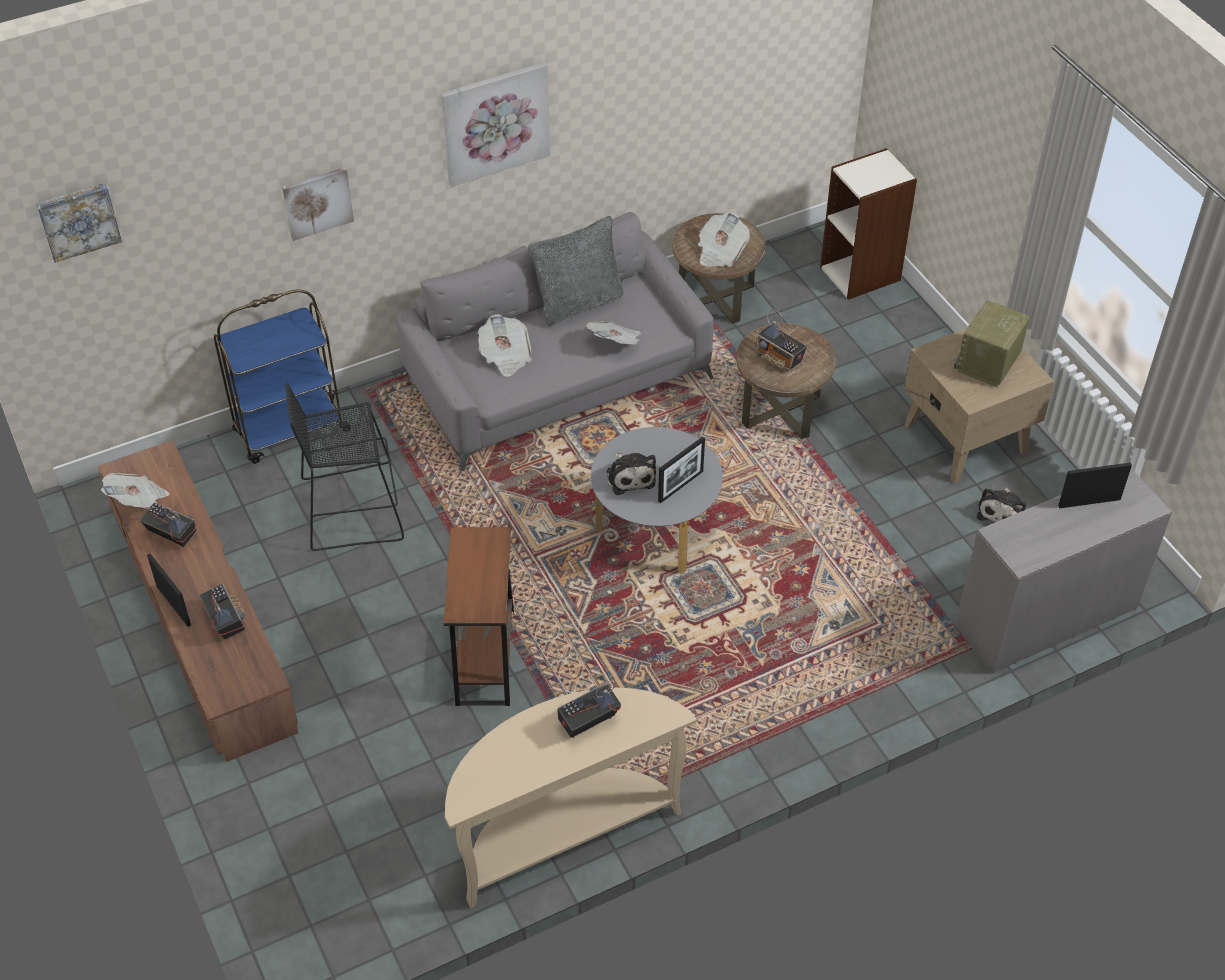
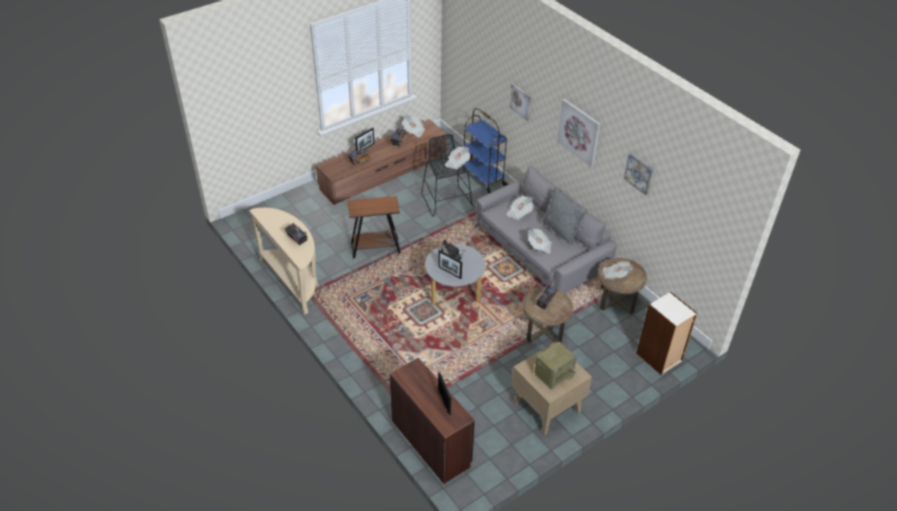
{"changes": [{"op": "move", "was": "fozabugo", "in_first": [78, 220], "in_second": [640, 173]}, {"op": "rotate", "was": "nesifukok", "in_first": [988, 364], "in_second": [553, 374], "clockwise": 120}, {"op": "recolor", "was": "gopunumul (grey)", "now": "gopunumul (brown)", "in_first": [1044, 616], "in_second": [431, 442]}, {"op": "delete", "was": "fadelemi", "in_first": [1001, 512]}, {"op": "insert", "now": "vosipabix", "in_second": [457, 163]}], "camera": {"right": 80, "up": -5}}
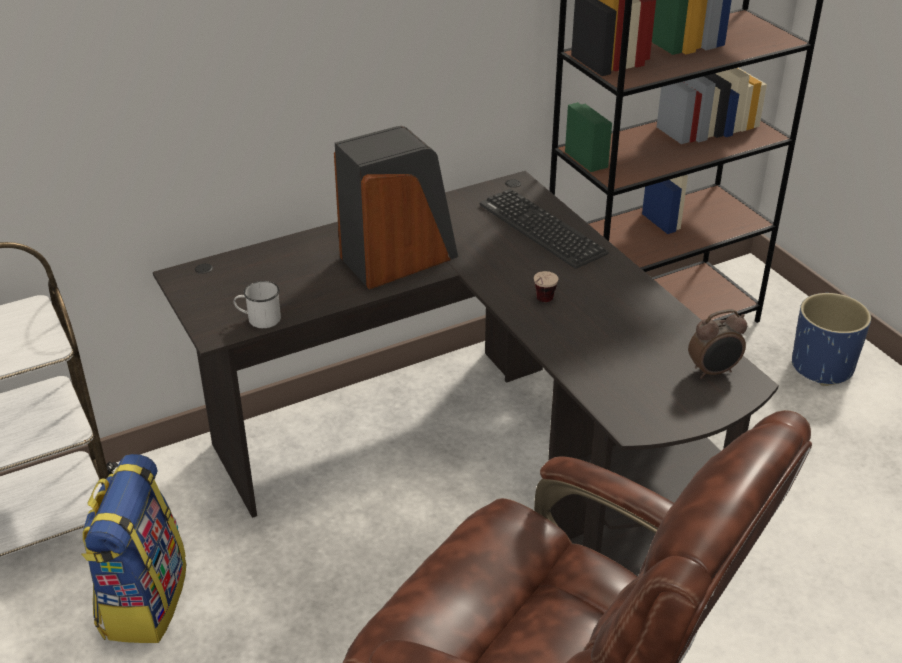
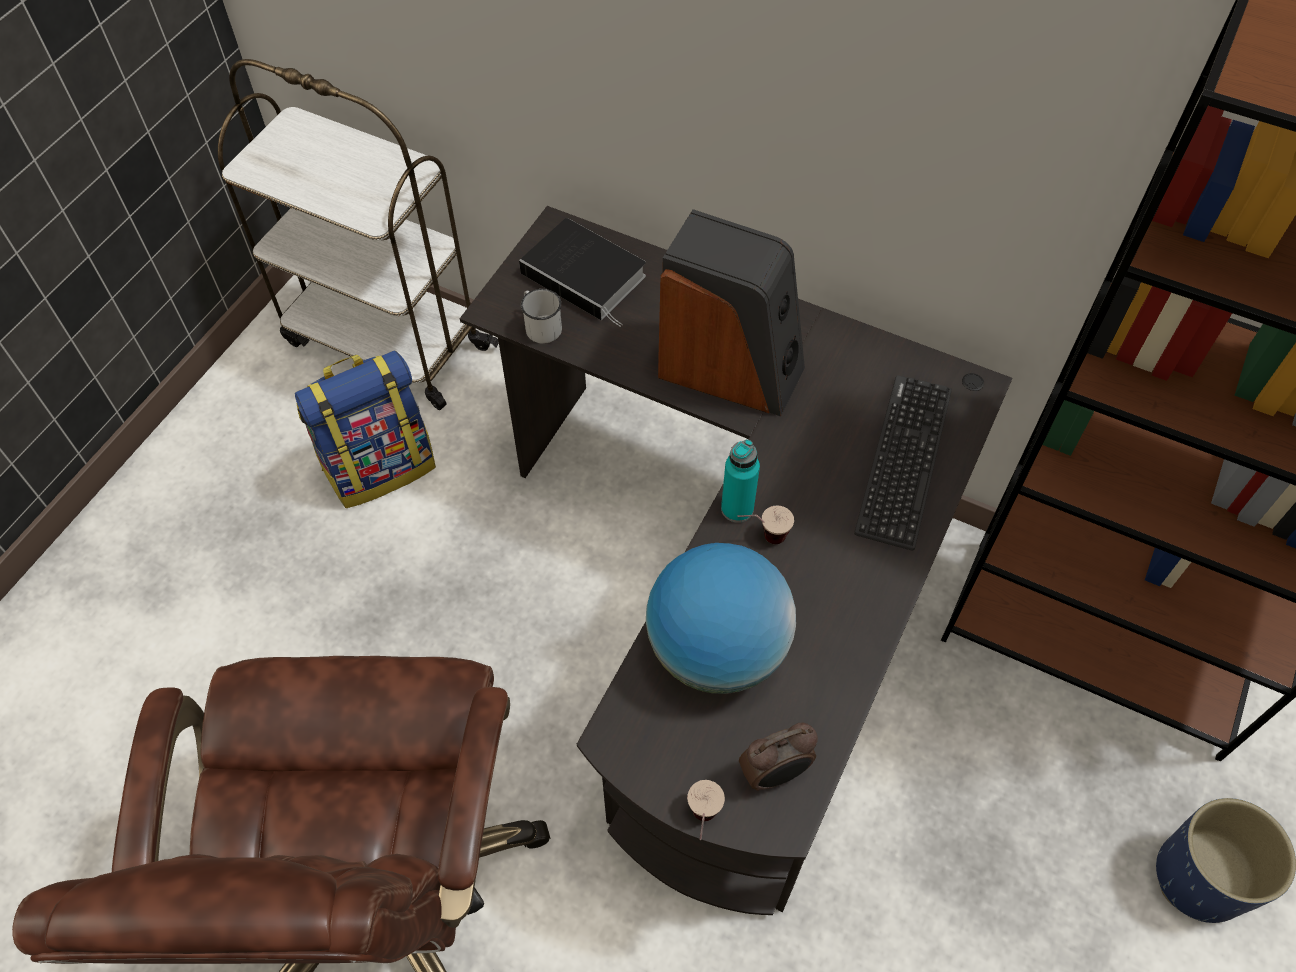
{"changes": [{"op": "rotate", "was": "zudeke", "in_first": [713, 372], "in_second": [775, 774], "clockwise": -60}, {"op": "insert", "now": "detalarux", "in_second": [587, 276]}, {"op": "insert", "now": "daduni", "in_second": [717, 649]}, {"op": "insert", "now": "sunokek", "in_second": [702, 824]}, {"op": "insert", "now": "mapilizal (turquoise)", "in_second": [737, 509]}], "camera": {"right": 55, "up": 20}}
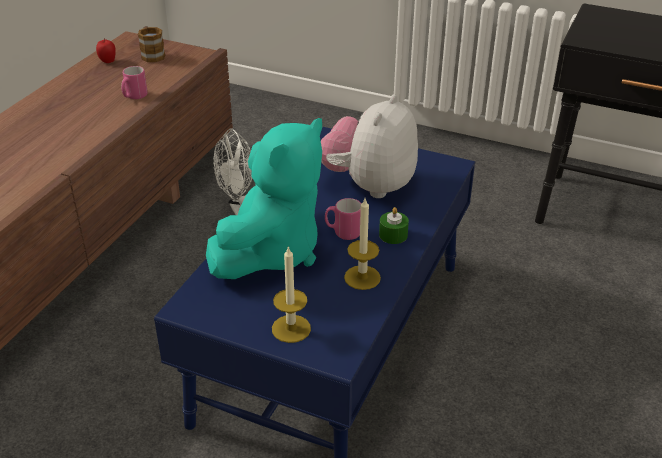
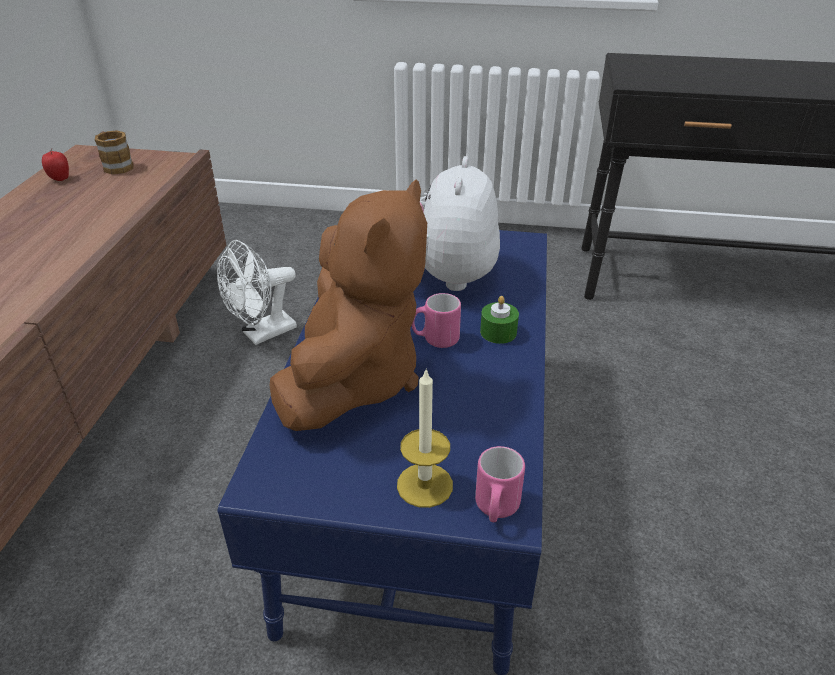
{"changes": [{"op": "move", "was": "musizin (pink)", "in_first": [134, 97], "in_second": [496, 509]}, {"op": "recolor", "was": "fadelemi (turquoise)", "now": "fadelemi (brown)", "in_first": [271, 251], "in_second": [353, 380]}, {"op": "delete", "was": "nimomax", "in_first": [362, 277]}], "camera": {"right": -15, "up": 0}}
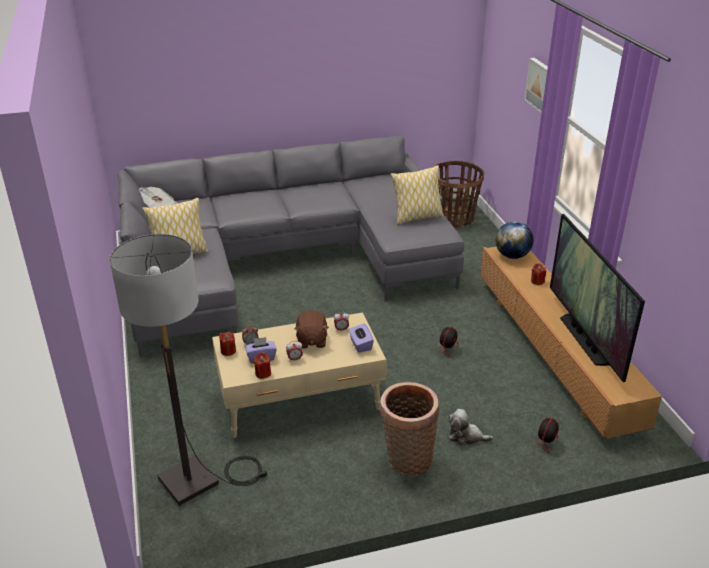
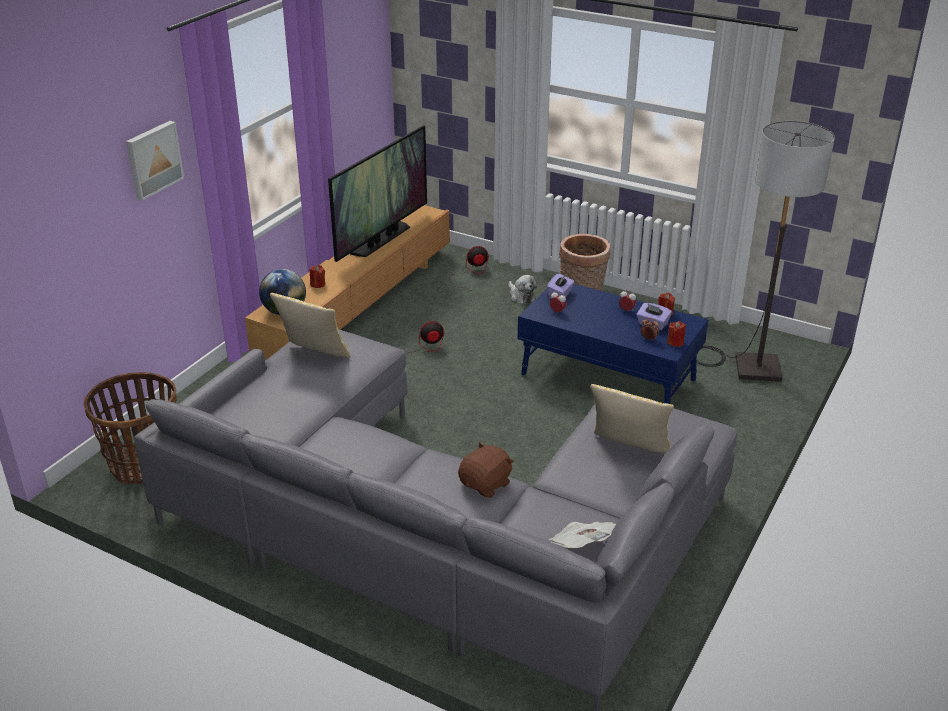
{"changes": [{"op": "recolor", "was": "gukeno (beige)", "now": "gukeno (blue)", "in_first": [301, 399], "in_second": [607, 377]}, {"op": "move", "was": "fadelemi (brown)", "in_first": [311, 340], "in_second": [486, 484]}], "camera": {"right": -135, "up": 0}}
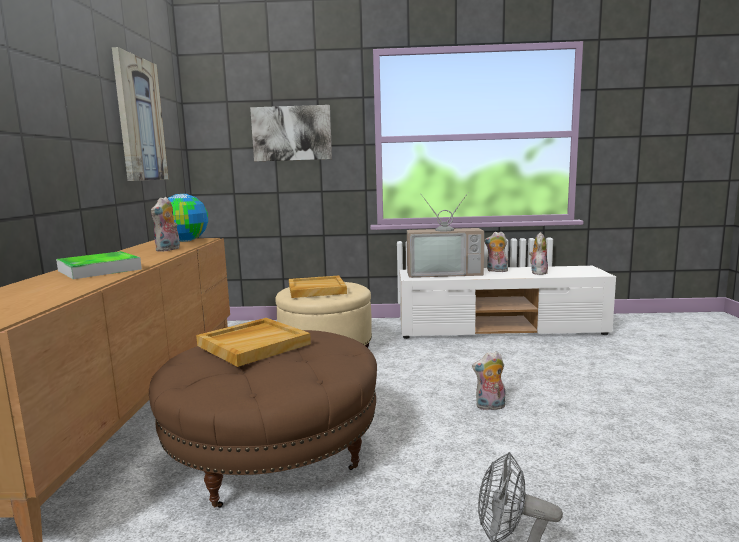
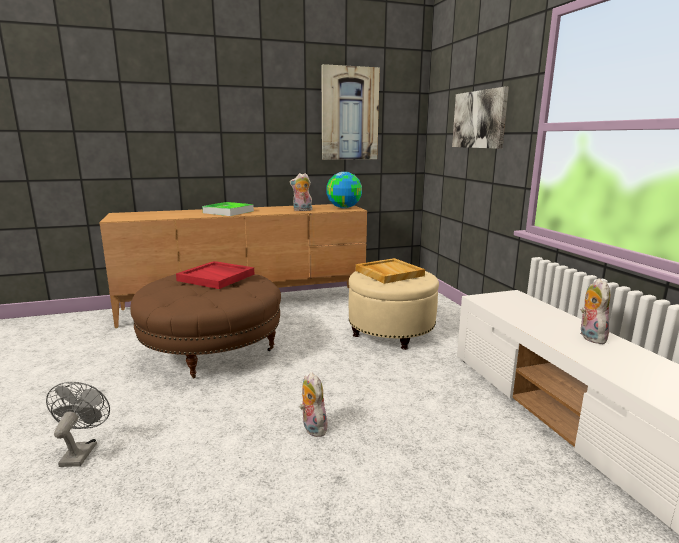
{"changes": [{"op": "recolor", "was": "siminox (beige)", "now": "siminox (red)", "in_first": [254, 344], "in_second": [217, 277]}, {"op": "delete", "was": "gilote", "in_first": [444, 273]}, {"op": "delete", "was": "fadelemi", "in_first": [538, 272]}], "camera": {"right": 70, "up": 5}}
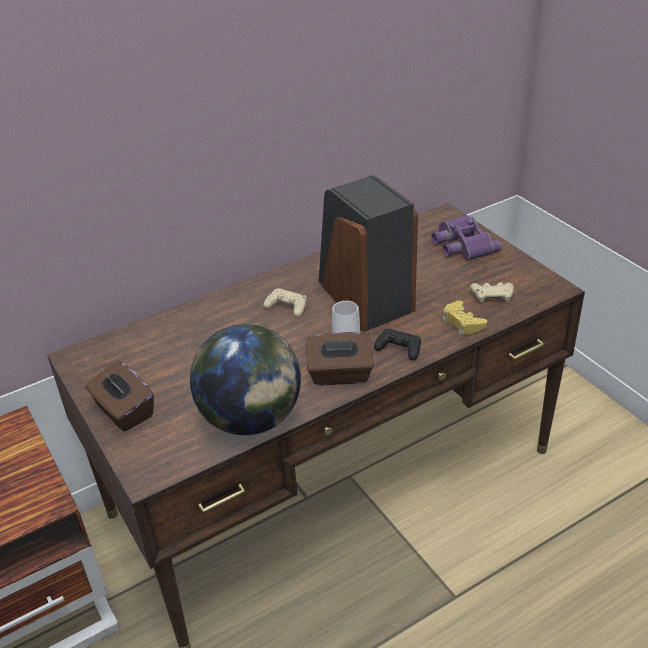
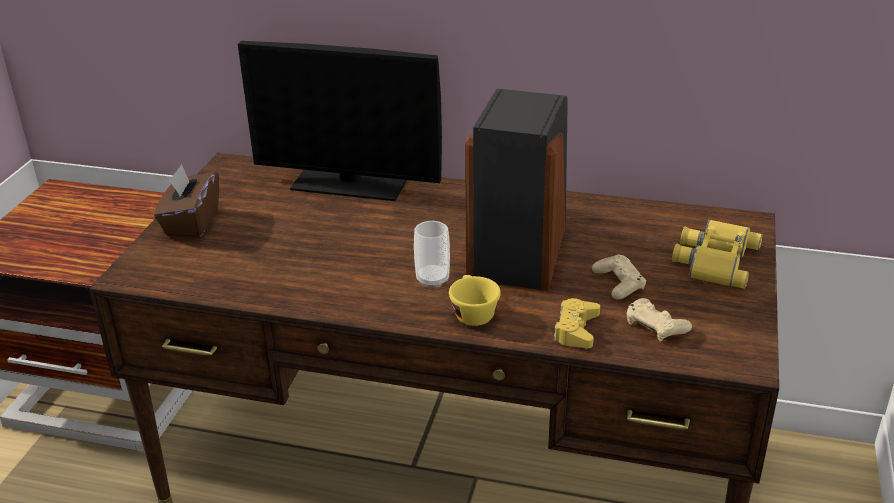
{"changes": [{"op": "delete", "was": "daduni", "in_first": [251, 420]}, {"op": "move", "was": "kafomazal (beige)", "in_first": [287, 307], "in_second": [619, 283]}, {"op": "delete", "was": "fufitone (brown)", "in_first": [340, 375]}, {"op": "replace", "was": "kafomazal (black)", "now": "sunokek (yellow)", "in_first": [399, 348], "in_second": [472, 312]}, {"op": "recolor", "was": "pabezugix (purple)", "now": "pabezugix (yellow)", "in_first": [461, 244], "in_second": [714, 259]}, {"op": "insert", "now": "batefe", "in_second": [349, 183]}], "camera": {"right": 45, "up": -5}}
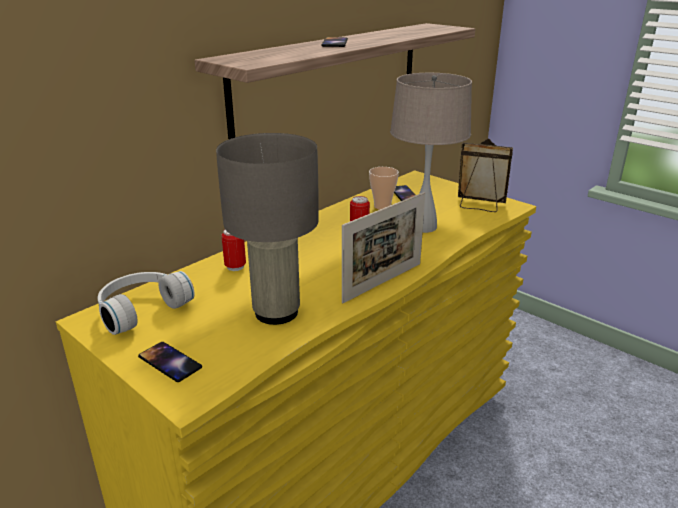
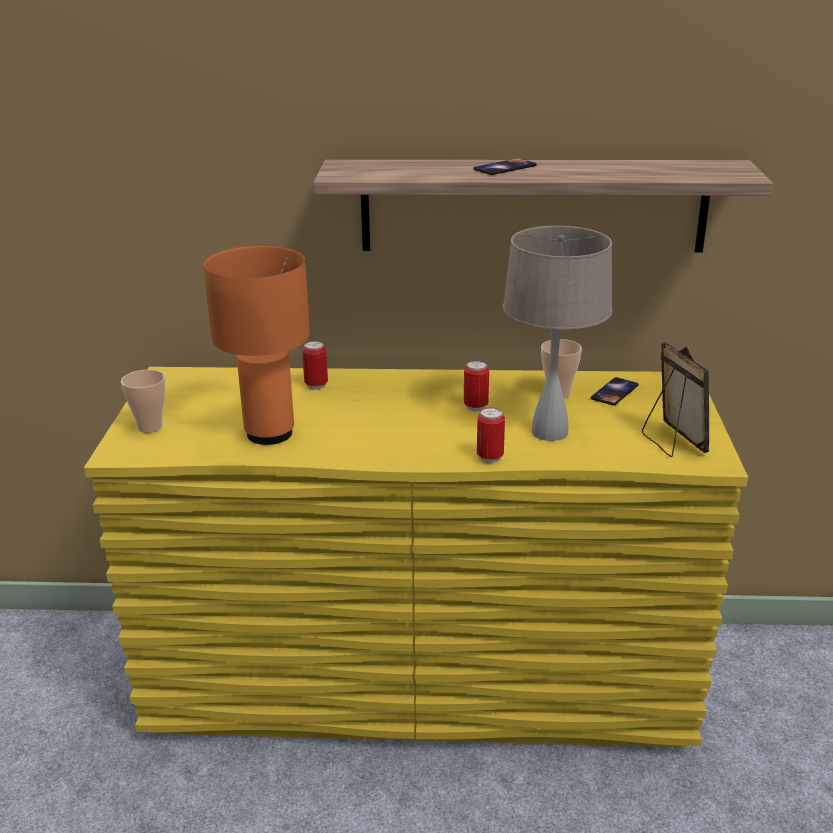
{"changes": [{"op": "delete", "was": "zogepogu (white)", "in_first": [141, 309]}, {"op": "replace", "was": "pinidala", "now": "sunokek", "in_first": [169, 362], "in_second": [150, 427]}, {"op": "recolor", "was": "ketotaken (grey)", "now": "ketotaken (orange)", "in_first": [277, 312], "in_second": [271, 434]}, {"op": "delete", "was": "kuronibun", "in_first": [383, 282]}, {"op": "insert", "now": "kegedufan", "in_second": [490, 457]}], "camera": {"right": 50, "up": 0}}
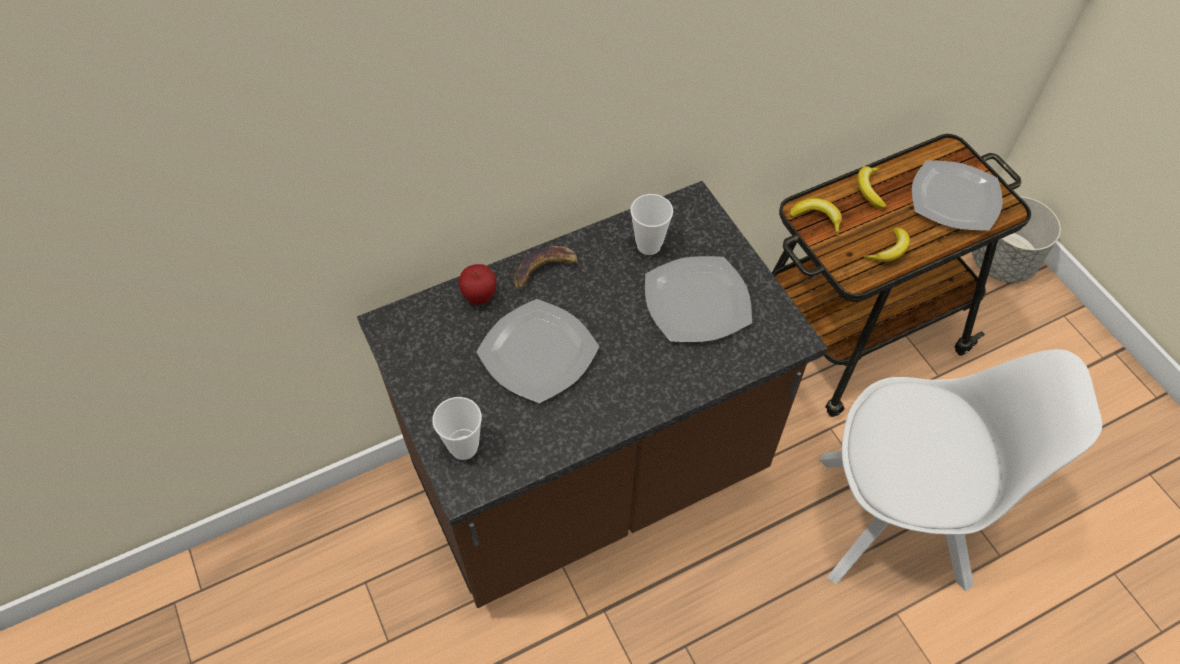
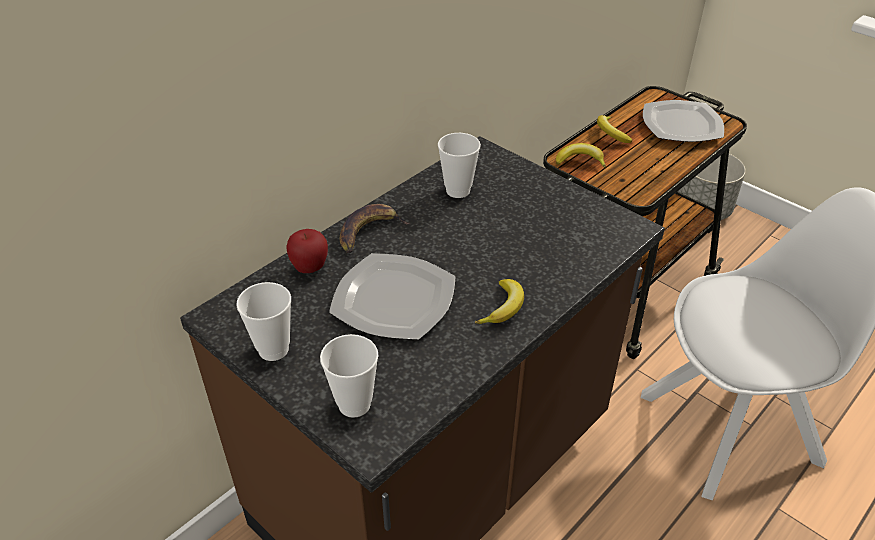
{"changes": [{"op": "delete", "was": "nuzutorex", "in_first": [698, 302]}, {"op": "move", "was": "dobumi", "in_first": [890, 250], "in_second": [503, 308]}, {"op": "insert", "now": "sunokek", "in_second": [273, 349]}], "camera": {"right": -20, "up": -15}}
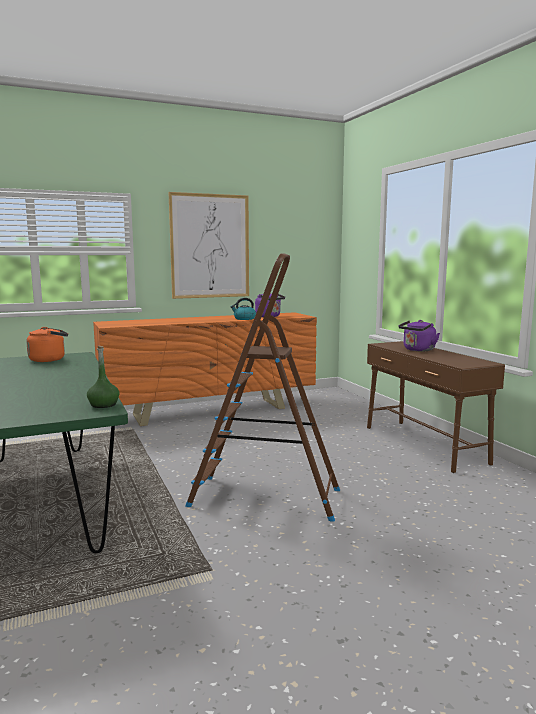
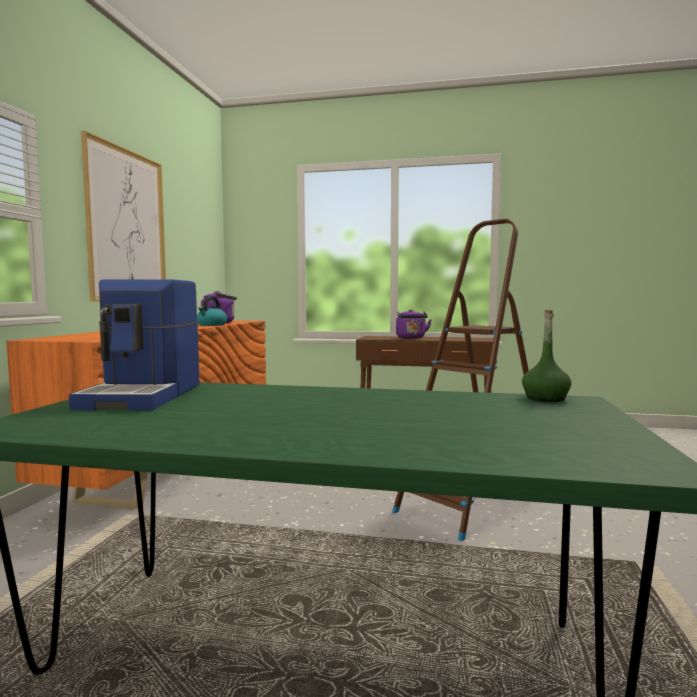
{"changes": [{"op": "replace", "was": "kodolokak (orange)", "now": "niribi", "in_first": [49, 359], "in_second": [145, 396]}], "camera": {"right": -55, "up": -5}}
